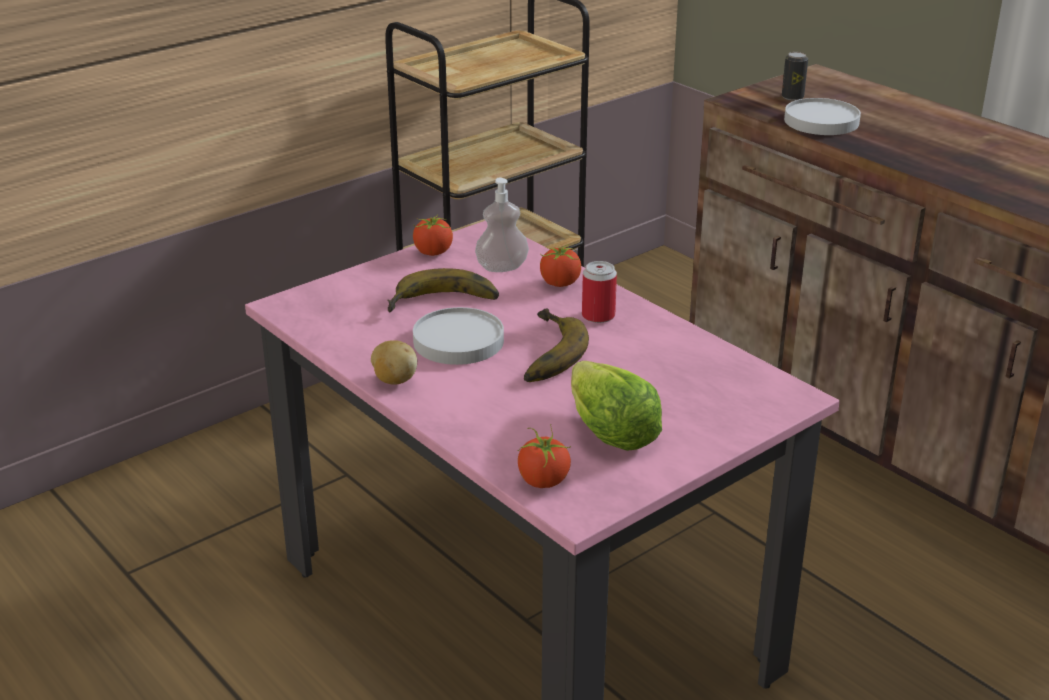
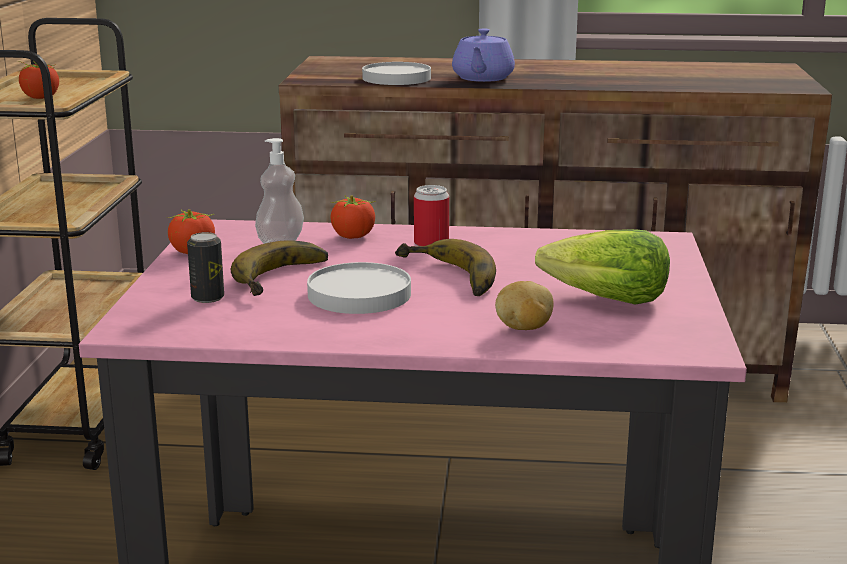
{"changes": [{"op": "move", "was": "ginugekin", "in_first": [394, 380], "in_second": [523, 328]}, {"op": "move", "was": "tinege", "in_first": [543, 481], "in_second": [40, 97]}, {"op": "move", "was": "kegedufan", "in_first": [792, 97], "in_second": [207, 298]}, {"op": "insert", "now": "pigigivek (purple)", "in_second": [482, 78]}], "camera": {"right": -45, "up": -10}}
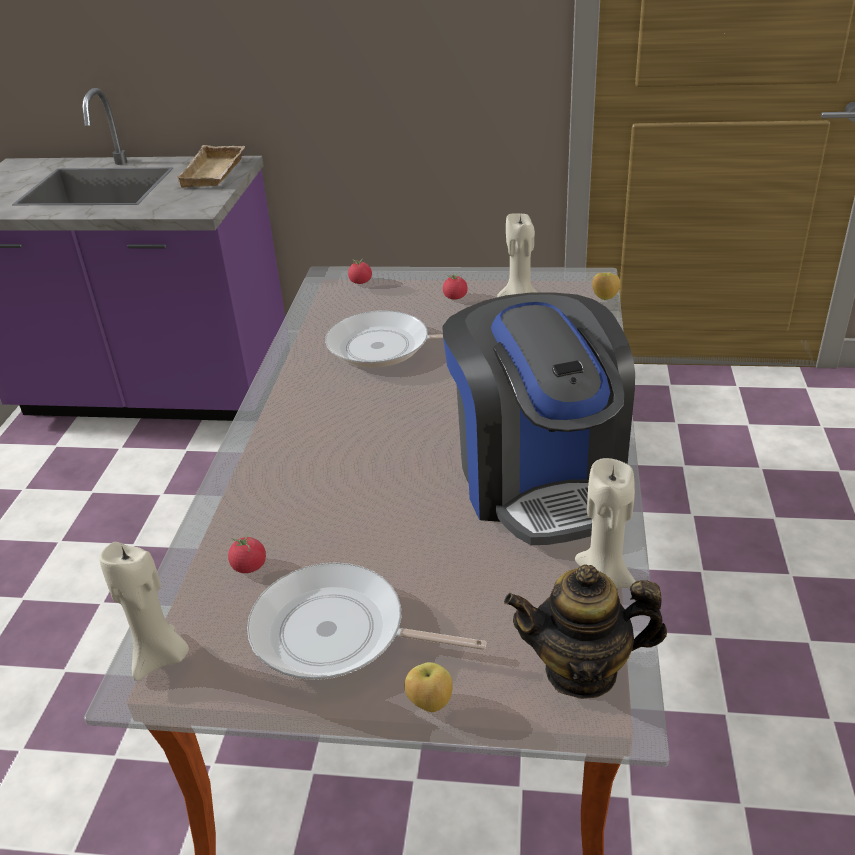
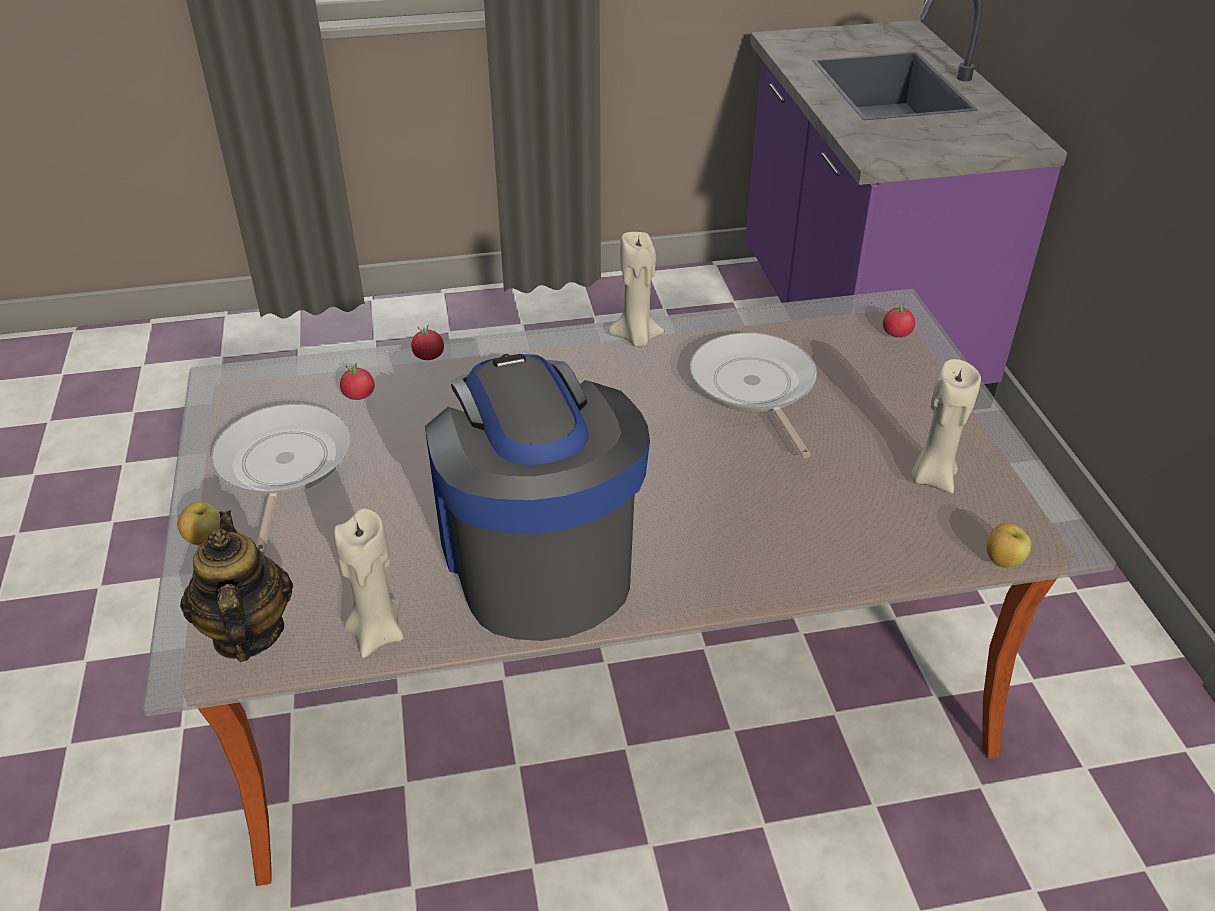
{"changes": [{"op": "move", "was": "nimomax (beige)", "in_first": [160, 657], "in_second": [636, 338]}, {"op": "delete", "was": "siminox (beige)", "in_first": [215, 173]}, {"op": "rotate", "was": "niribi", "in_first": [539, 478], "in_second": [536, 558], "clockwise": 105}, {"op": "move", "was": "tinege", "in_first": [455, 297], "in_second": [429, 356]}], "camera": {"right": 70, "up": 5}}
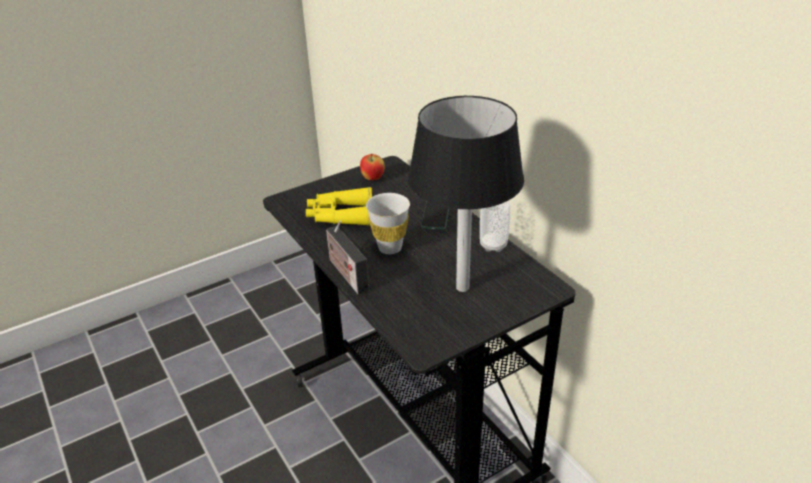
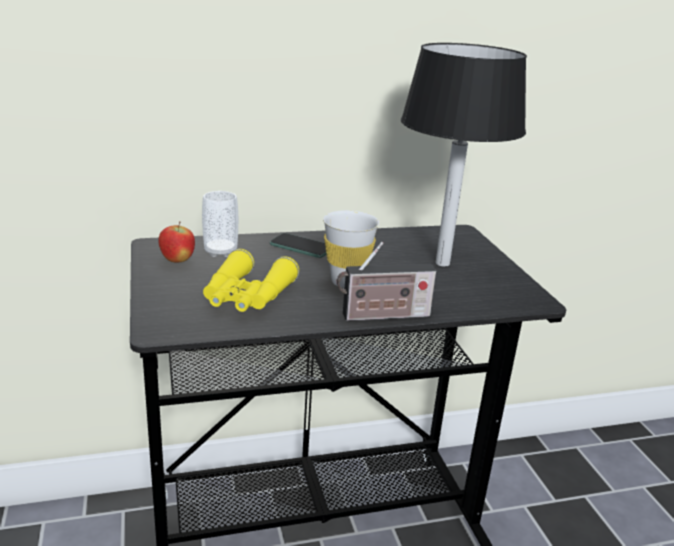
{"changes": [{"op": "move", "was": "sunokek", "in_first": [493, 245], "in_second": [220, 251]}], "camera": {"right": -75, "up": -10}}
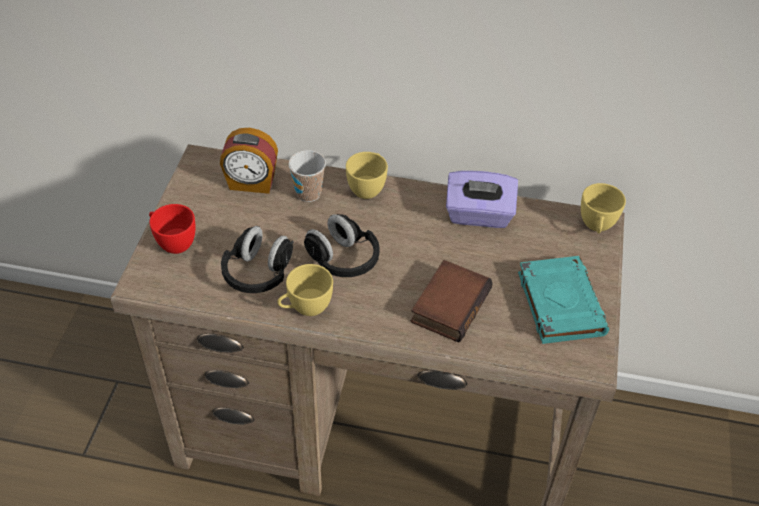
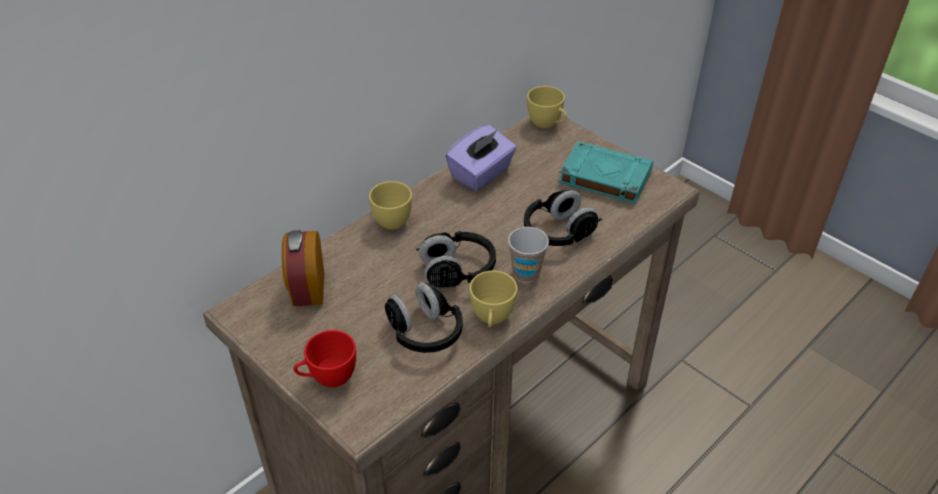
{"changes": [{"op": "rotate", "was": "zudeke", "in_first": [251, 183], "in_second": [307, 289], "clockwise": 135}, {"op": "move", "was": "sunokek", "in_first": [308, 193], "in_second": [526, 273]}, {"op": "replace", "was": "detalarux", "now": "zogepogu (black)", "in_first": [449, 304], "in_second": [558, 233]}], "camera": {"right": -55, "up": -5}}
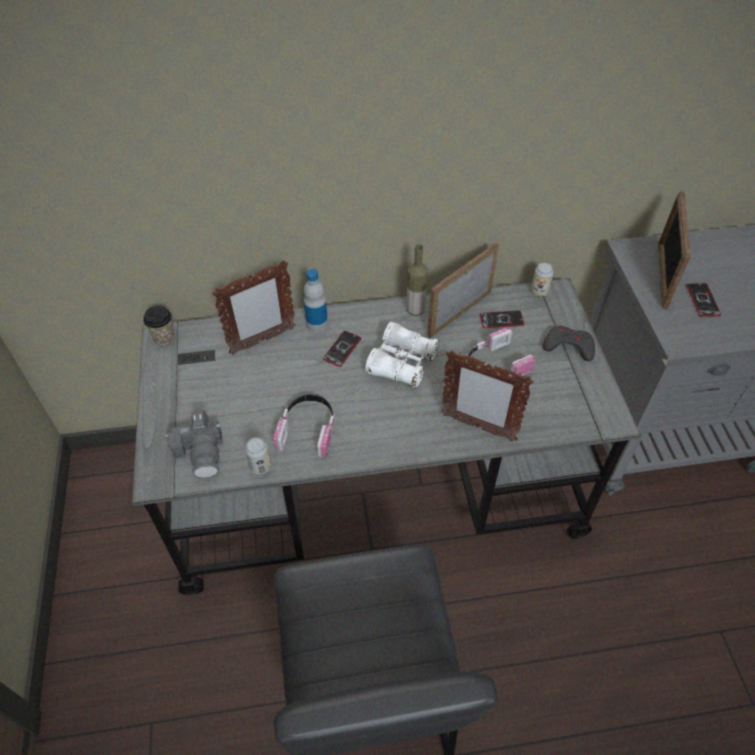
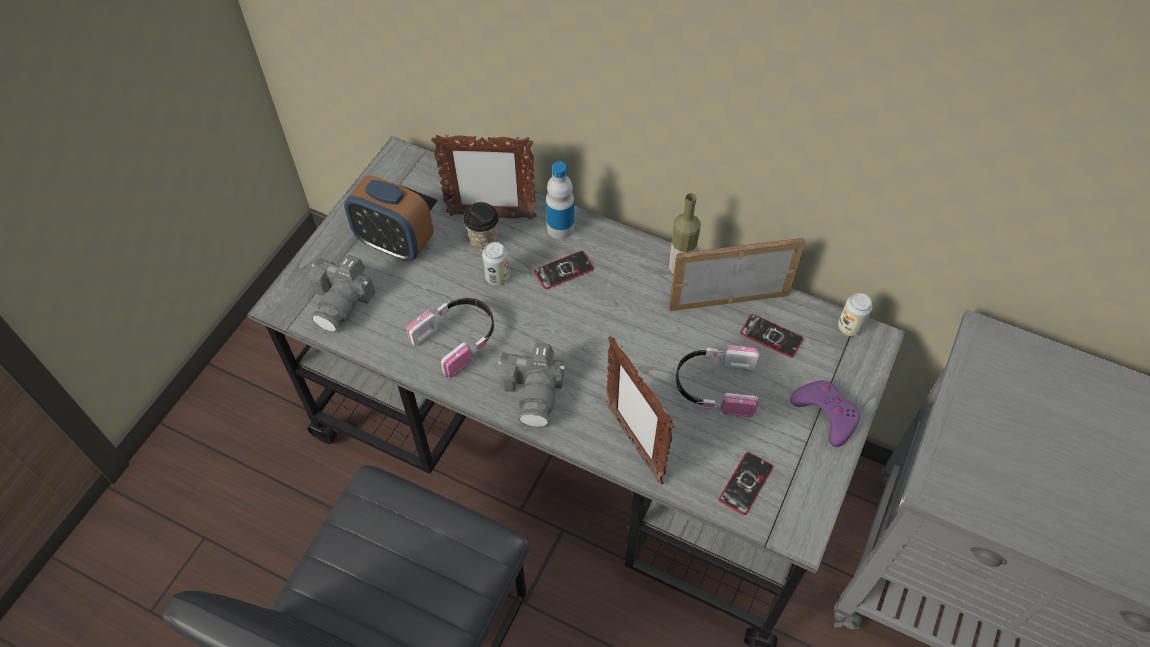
{"changes": [{"op": "move", "was": "sunokek", "in_first": [164, 337], "in_second": [483, 241]}, {"op": "move", "was": "kegedufan", "in_first": [260, 466], "in_second": [497, 277]}, {"op": "delete", "was": "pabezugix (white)", "in_first": [401, 363]}, {"op": "recolor", "was": "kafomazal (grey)", "now": "kafomazal (purple)", "in_first": [568, 346], "in_second": [825, 414]}, {"op": "delete", "was": "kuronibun", "in_first": [662, 275]}, {"op": "move", "was": "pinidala", "in_first": [702, 300], "in_second": [745, 483]}, {"op": "insert", "now": "zudeke", "in_second": [395, 243]}, {"op": "insert", "now": "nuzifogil", "in_second": [534, 392]}], "camera": {"right": 35, "up": 5}}
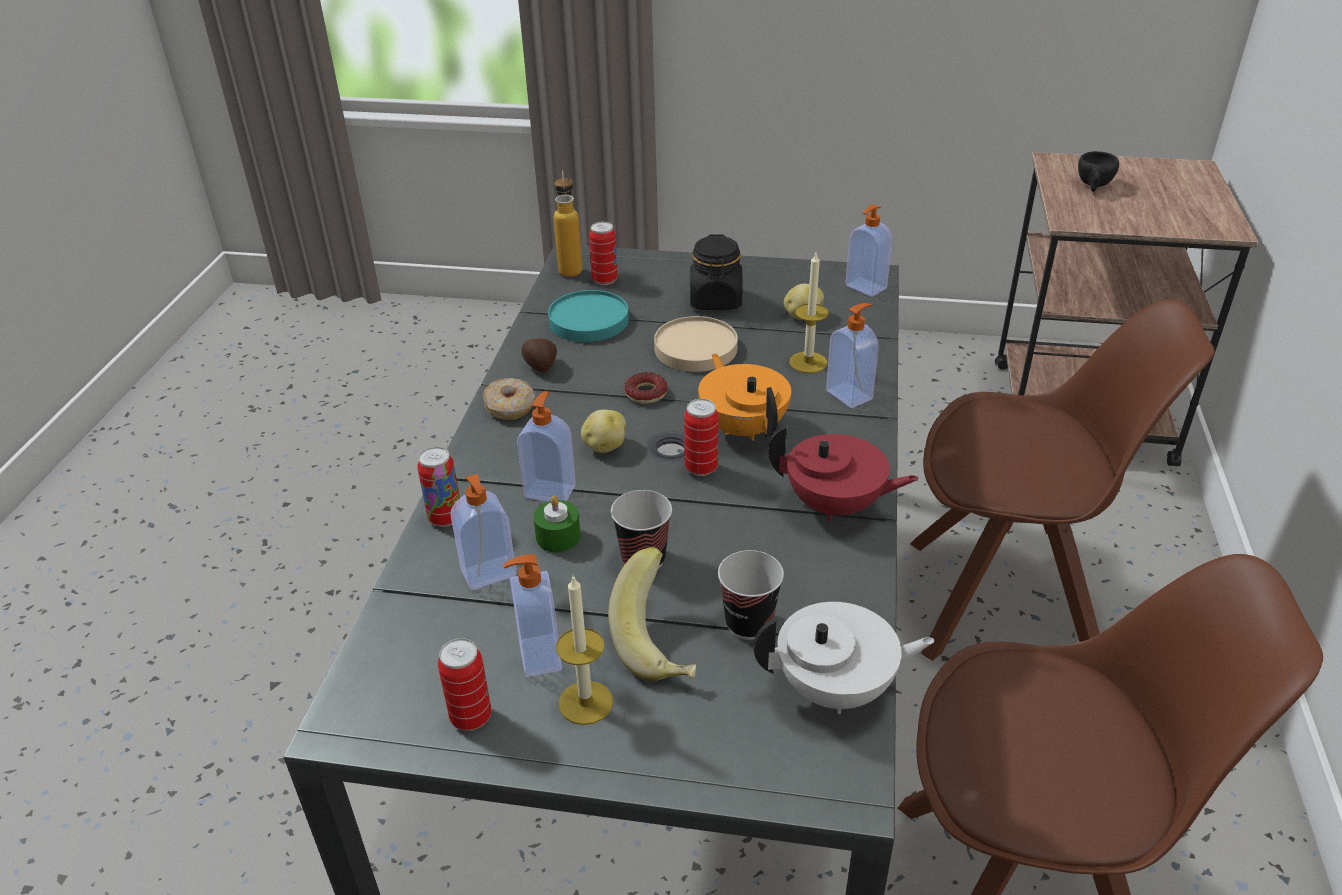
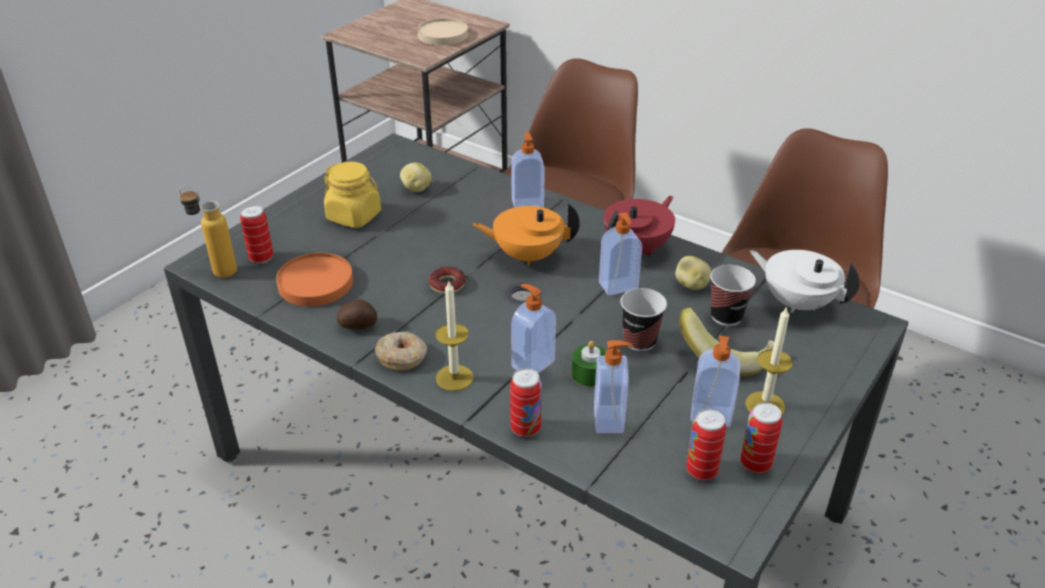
{"changes": [{"op": "recolor", "was": "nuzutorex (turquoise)", "now": "nuzutorex (orange)", "in_first": [589, 320], "in_second": [315, 283]}, {"op": "move", "was": "ginugekin", "in_first": [604, 446], "in_second": [691, 285]}, {"op": "move", "was": "nuzutorex (beige)", "in_first": [696, 348], "in_second": [443, 35]}, {"op": "move", "was": "kegedufan", "in_first": [701, 468], "in_second": [701, 470]}, {"op": "recolor", "was": "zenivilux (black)", "now": "zenivilux (yellow)", "in_first": [716, 300], "in_second": [354, 216]}, {"op": "rotate", "was": "pigigivek (white)", "in_first": [836, 689], "in_second": [797, 302], "clockwise": -75}, {"op": "move", "was": "nimomax", "in_first": [808, 362], "in_second": [454, 378]}, {"op": "move", "was": "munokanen", "in_first": [865, 287], "in_second": [618, 287]}, {"op": "delete", "was": "sunokek (black)", "in_first": [1093, 186]}], "camera": {"right": -65, "up": 0}}
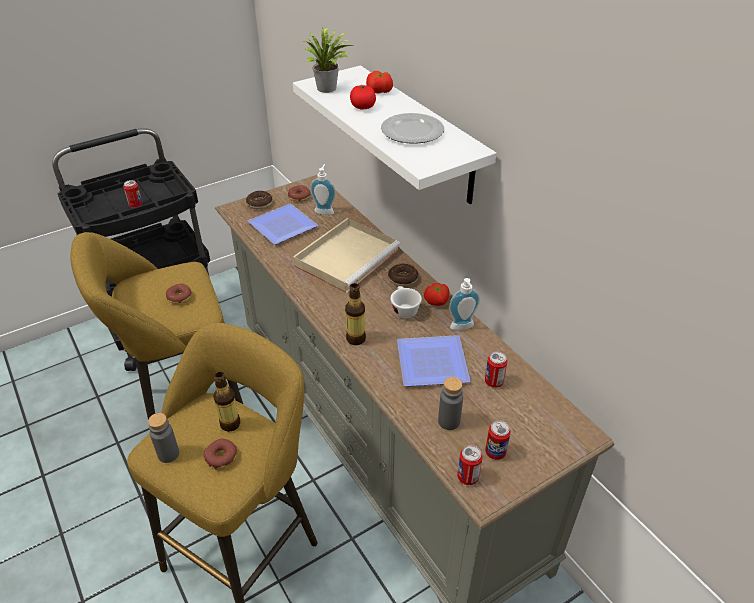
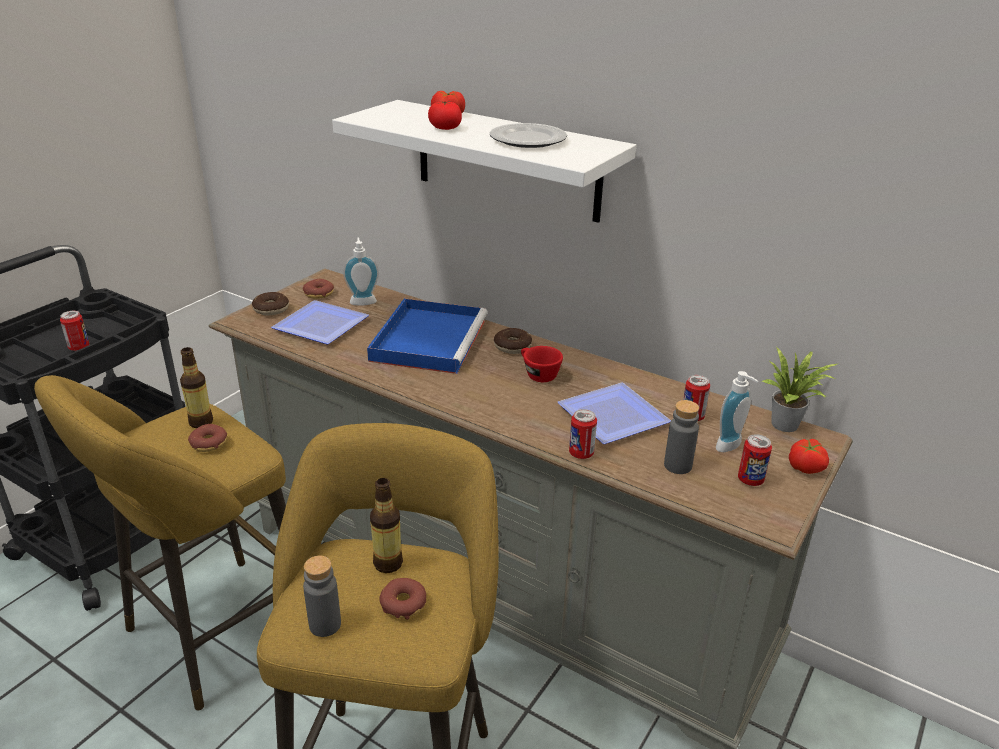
{"changes": [{"op": "recolor", "was": "siminox (beige)", "now": "siminox (blue)", "in_first": [347, 256], "in_second": [429, 339]}, {"op": "move", "was": "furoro", "in_first": [328, 89], "in_second": [788, 425]}, {"op": "move", "was": "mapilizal", "in_first": [356, 339], "in_second": [201, 422]}, {"op": "recolor", "was": "sunokek (white)", "now": "sunokek (red)", "in_first": [403, 309], "in_second": [537, 374]}, {"op": "move", "was": "tinege", "in_first": [437, 301], "in_second": [806, 467]}, {"op": "move", "was": "munokanen", "in_first": [463, 328], "in_second": [731, 447]}, {"op": "move", "was": "kegedufan", "in_first": [467, 477], "in_second": [581, 453]}], "camera": {"right": -25, "up": -10}}
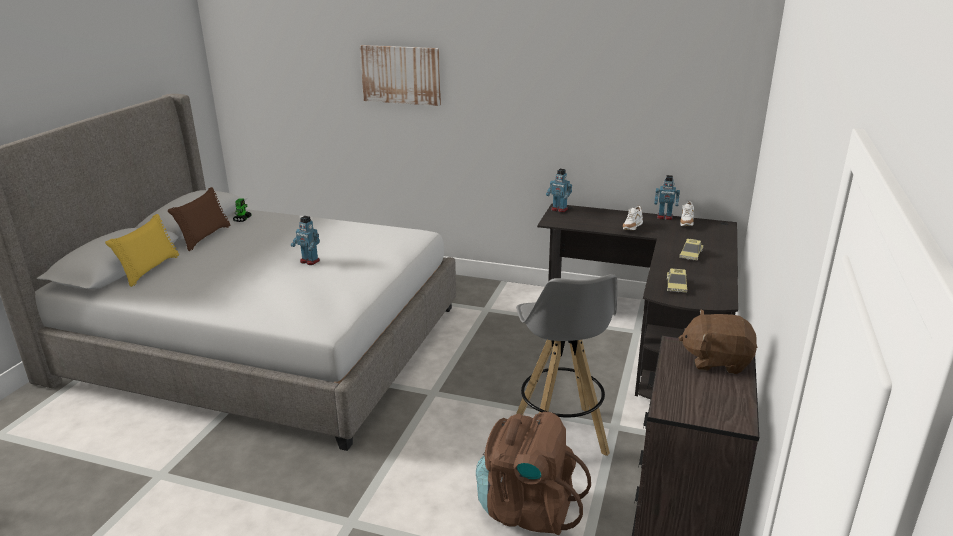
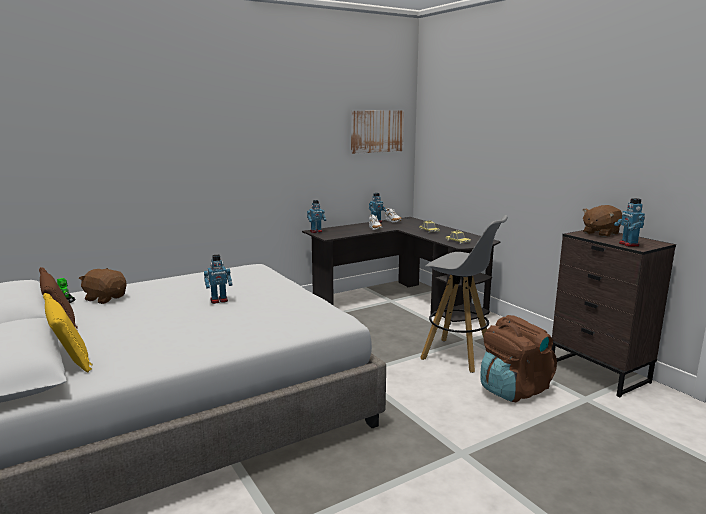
{"changes": [{"op": "move", "was": "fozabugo", "in_first": [401, 74], "in_second": [376, 131]}, {"op": "insert", "now": "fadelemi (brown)", "in_second": [105, 298]}, {"op": "insert", "now": "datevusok", "in_second": [628, 244]}], "camera": {"right": -50, "up": -10}}
